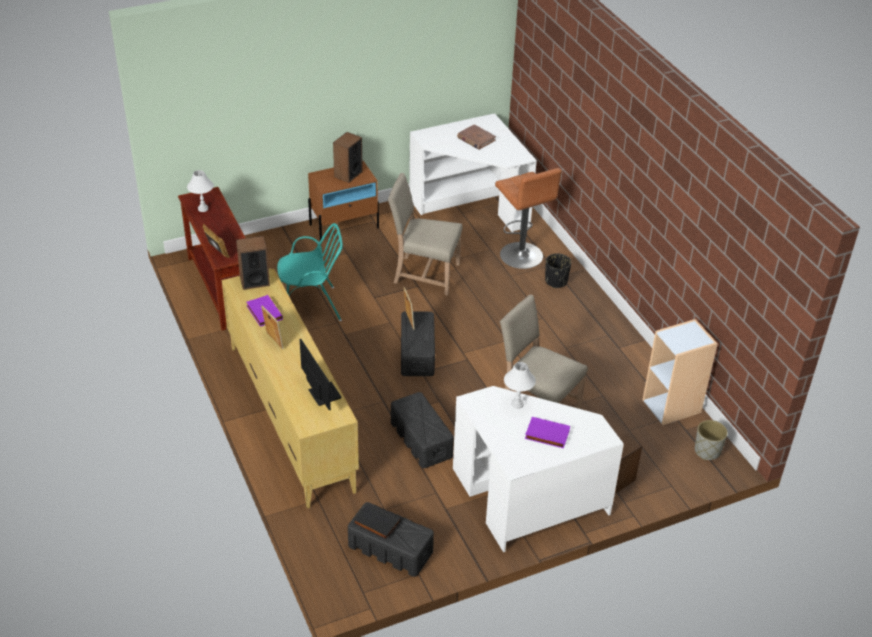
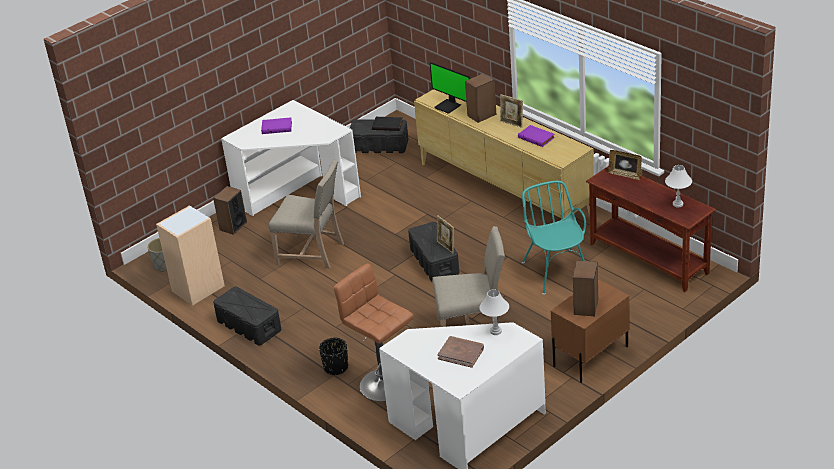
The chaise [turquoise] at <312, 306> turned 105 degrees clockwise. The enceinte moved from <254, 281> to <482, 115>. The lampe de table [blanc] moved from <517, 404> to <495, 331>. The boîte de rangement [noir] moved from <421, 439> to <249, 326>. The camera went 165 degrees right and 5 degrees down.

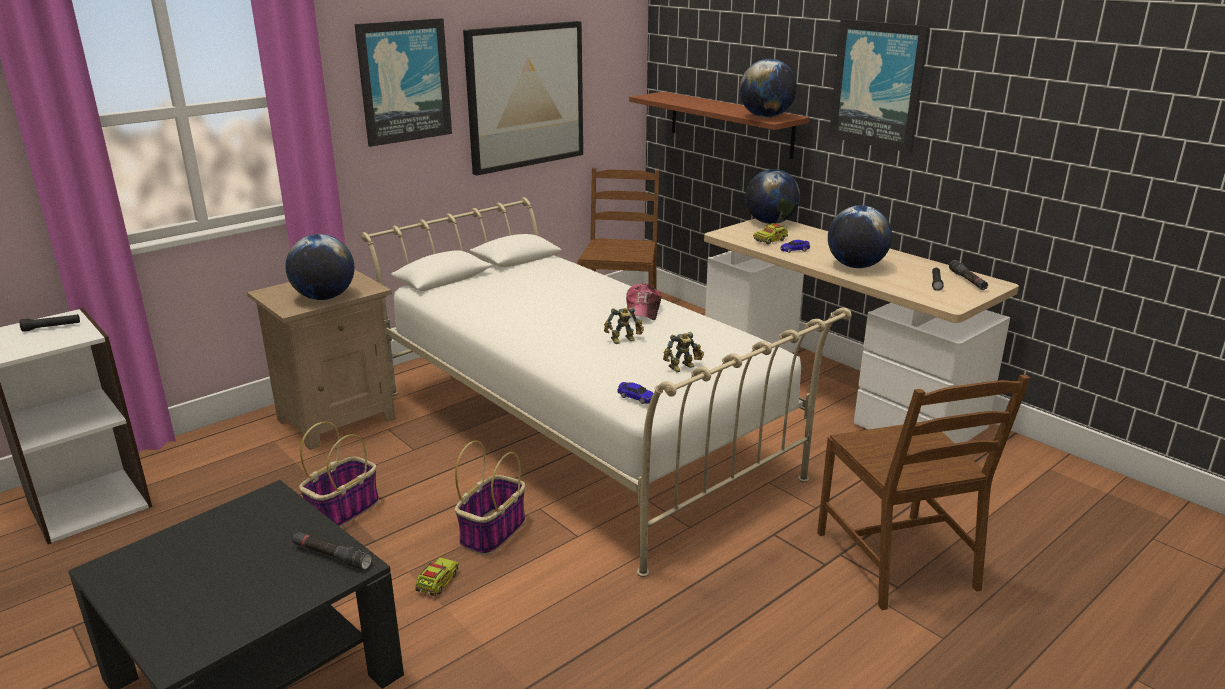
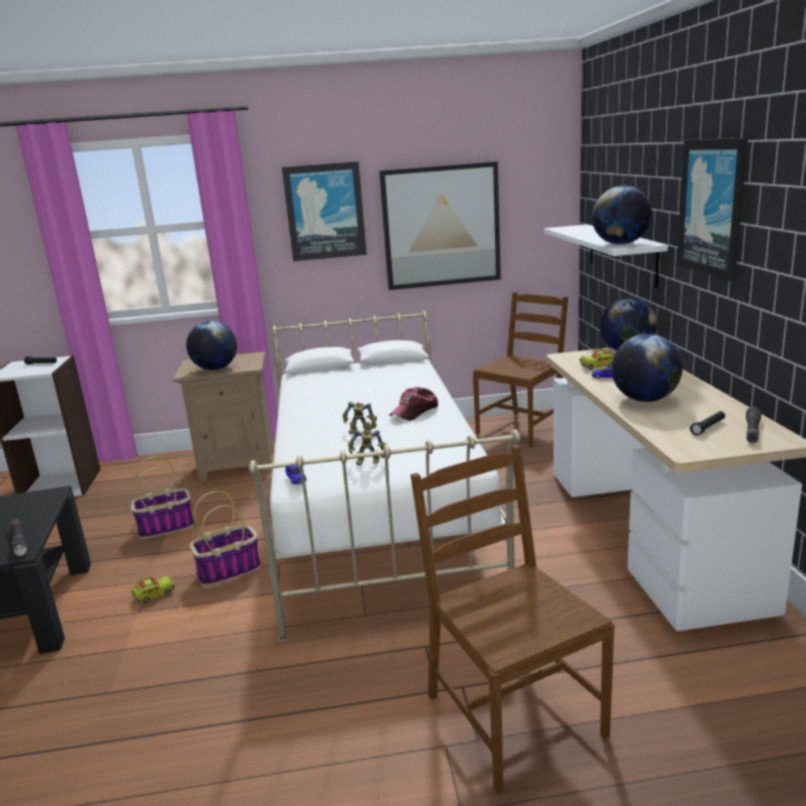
The étagère [marron] at <730, 124> became the étagère [blanc] at <621, 254>. The chaise [marron] at <898, 560> turned 135 degrees clockwise. The camera went 35 degrees right and 5 degrees down.

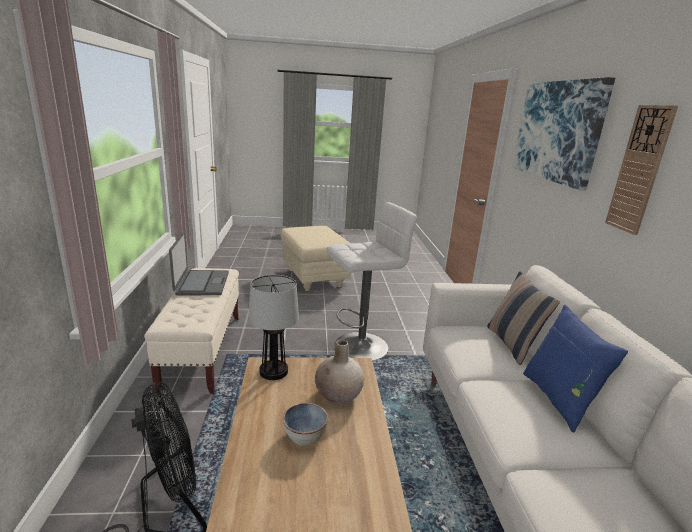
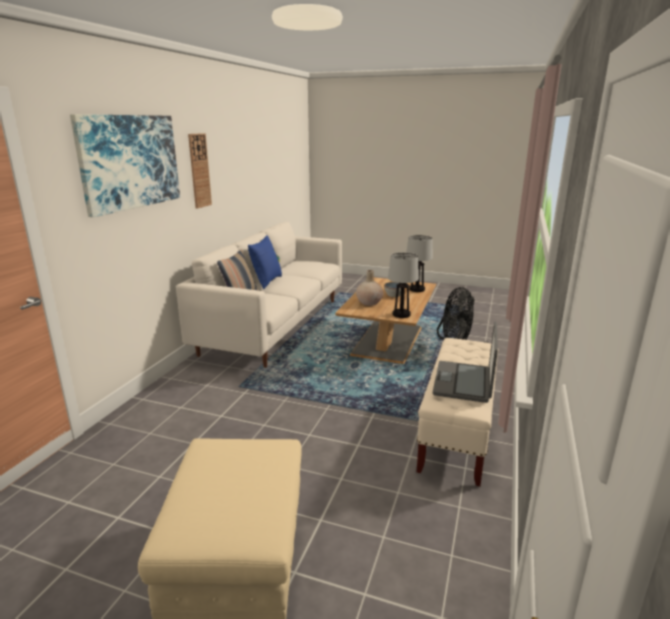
The tabouret [blanc] at <362, 346> disappeared. The lampe de table at <417, 289> appeared. The camera went 155 degrees left and 0 degrees up.

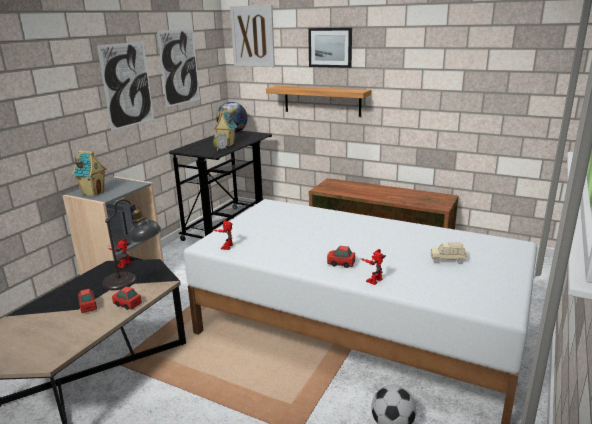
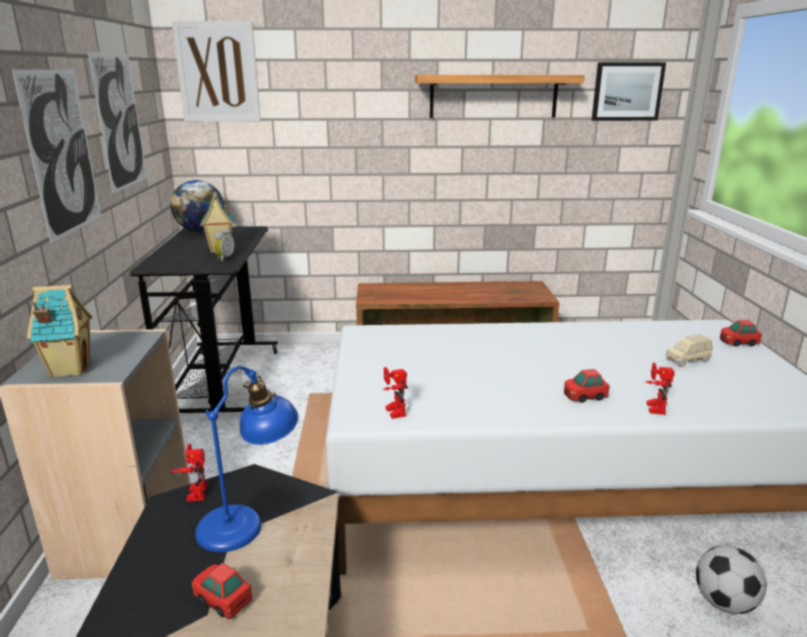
The tableau moved from <330, 47> to <627, 91>. The étagère moved from <322, 100> to <493, 96>. The lampe de table [gris] at <134, 278> became the lampe de table [bleu] at <250, 513>. The petite voiture moved from <127, 304> to <738, 342>. The camera went 30 degrees left and 0 degrees up.

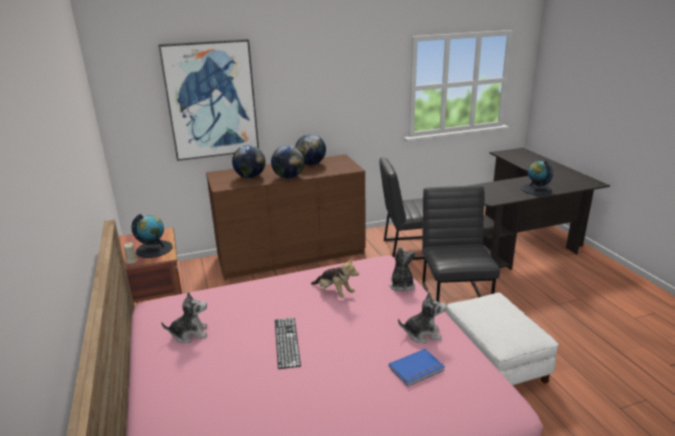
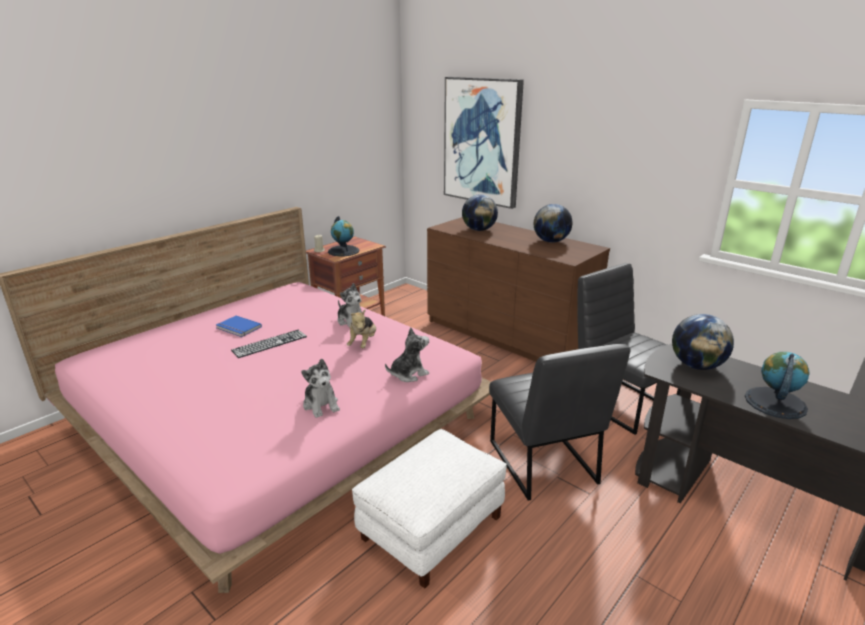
The globe moved from <288, 177> to <696, 365>. The chaise [gris] at <454, 297> turned 105 degrees clockwise. The peluche moved from <190, 334> to <351, 321>. The livre [bleu] moved from <417, 369> to <238, 328>. The camera went 60 degrees right and 0 degrees up.

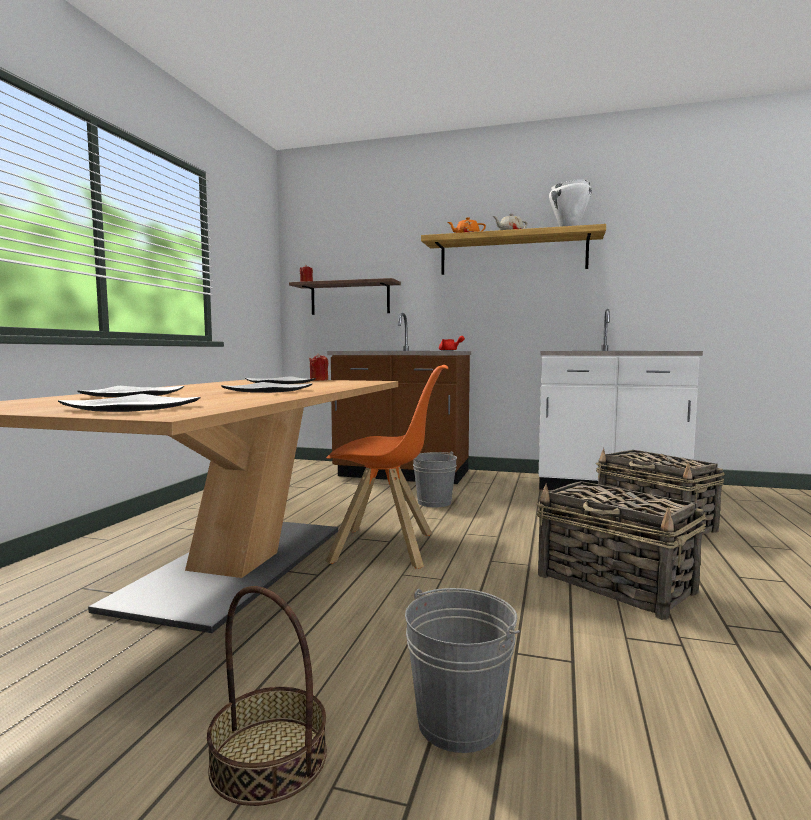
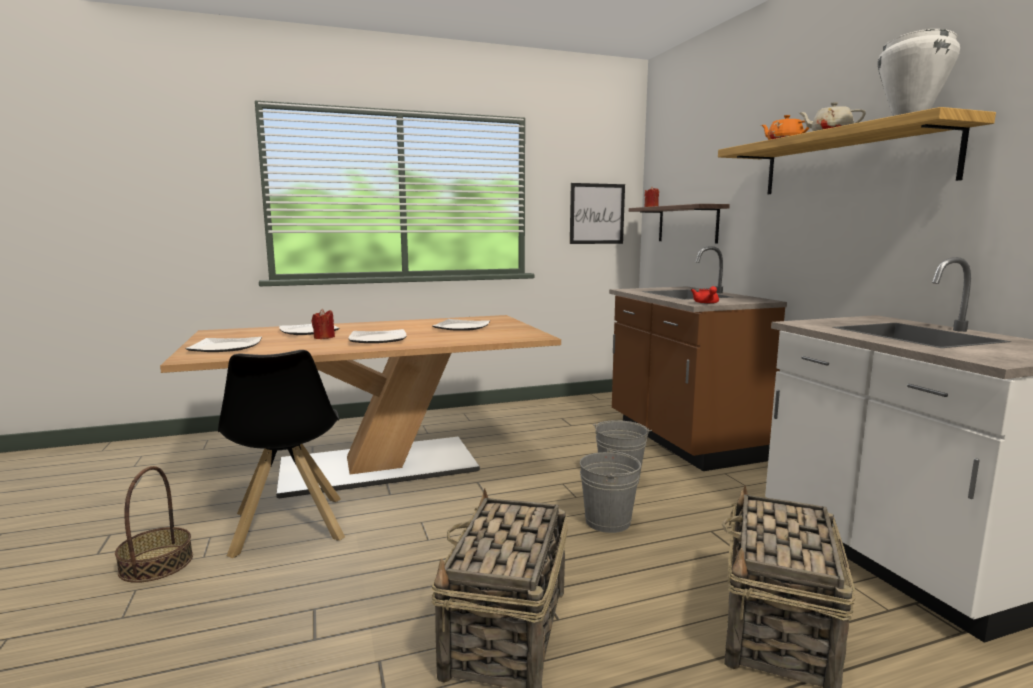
The bougie [rouge] moved from <319, 380> to <324, 337>. The chaise [orange] at <386, 548> disappeared. The seau [gris] moved from <459, 722> to <608, 521>. The tableau at <597, 214> appeared. The chaise [noir] at <288, 527> appeared. The camera went 55 degrees right and 5 degrees up.

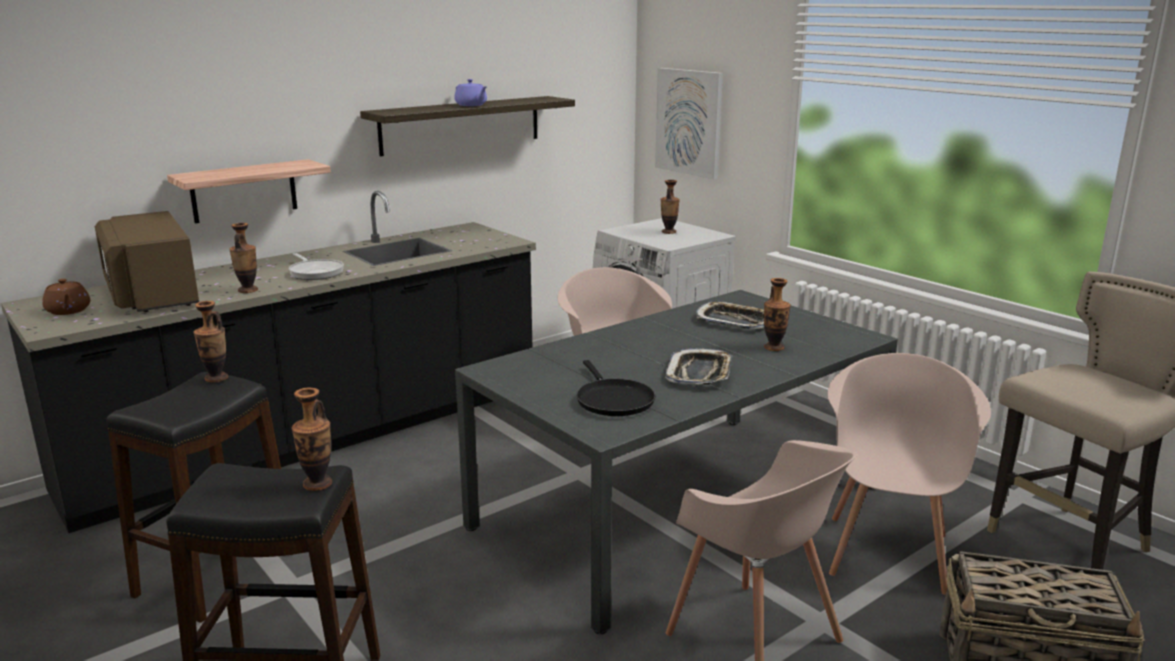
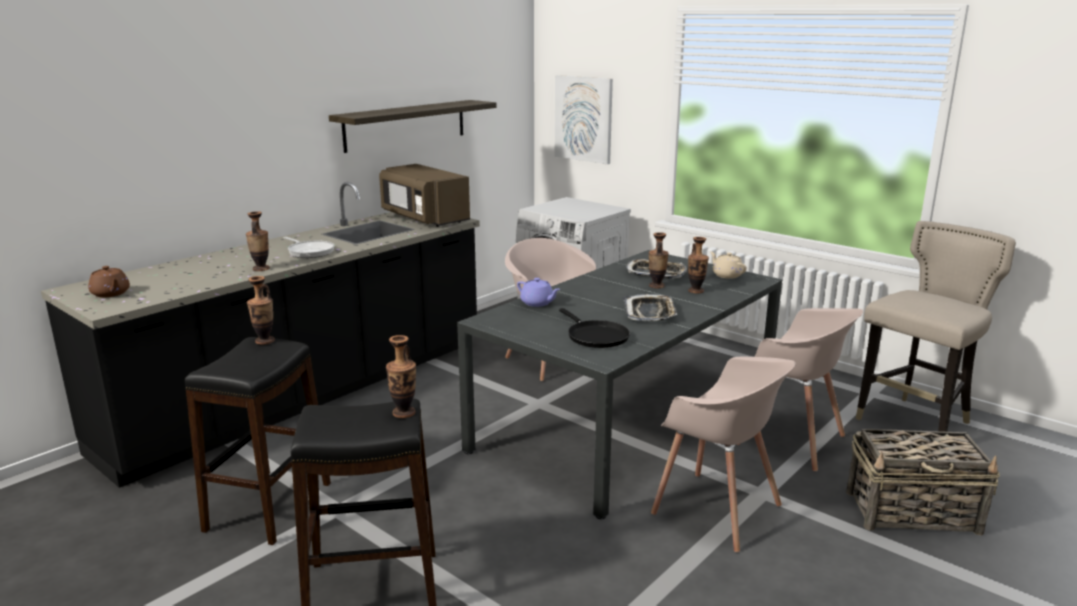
The théière [violet] moved from <471, 105> to <537, 303>. The étagère at <244, 191> disappeared. The vase moved from <669, 232> to <656, 286>. The micro-ondes [marron] moved from <151, 295> to <424, 218>. The chaise [beige] at <887, 553> turned 120 degrees clockwise. The théière [beige] at <726, 275> appeared. The camera went 10 degrees left and 0 degrees up.

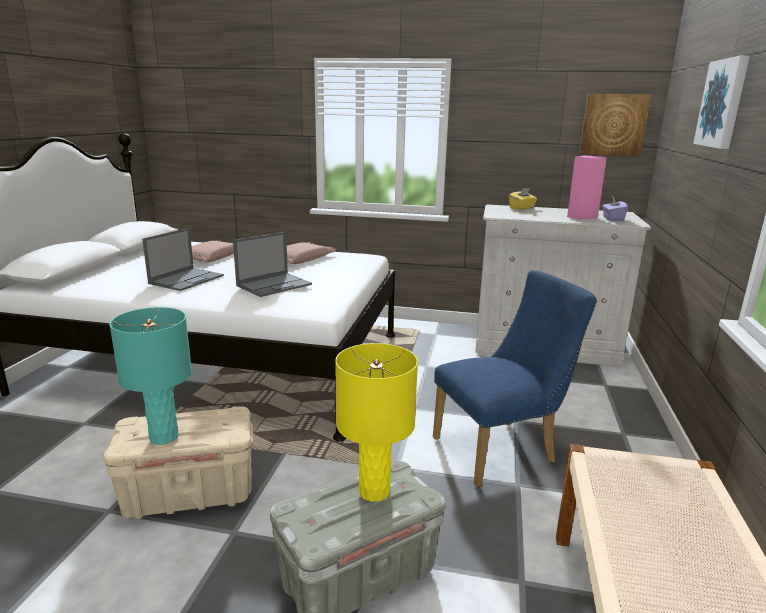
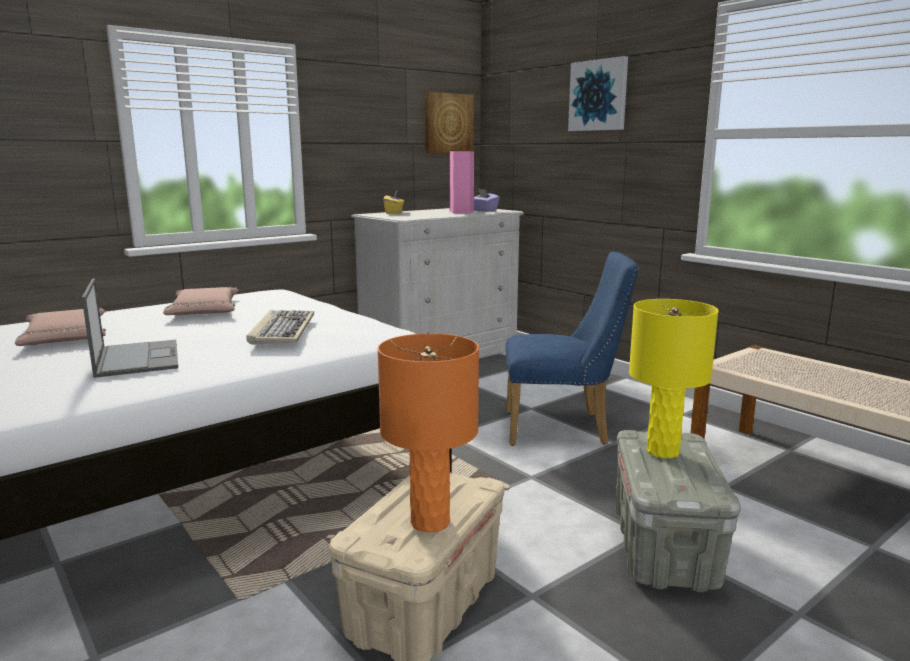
The ordinateur portable at <274, 285> was replaced by the clavier at <282, 330>. The chaise [bleu] at <501, 450> turned 75 degrees clockwise. The lampe de table [turquoise] at <164, 437> became the lampe de table [orange] at <430, 522>. The camera went 50 degrees left and 5 degrees down.

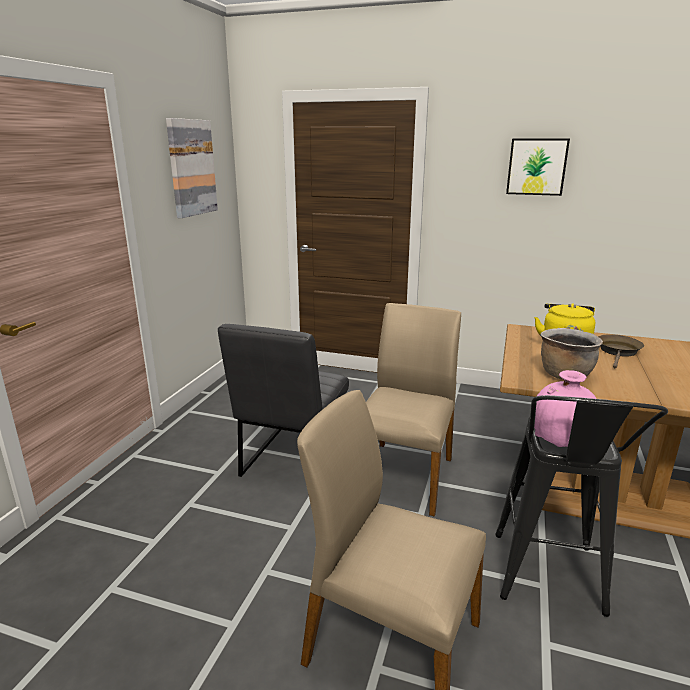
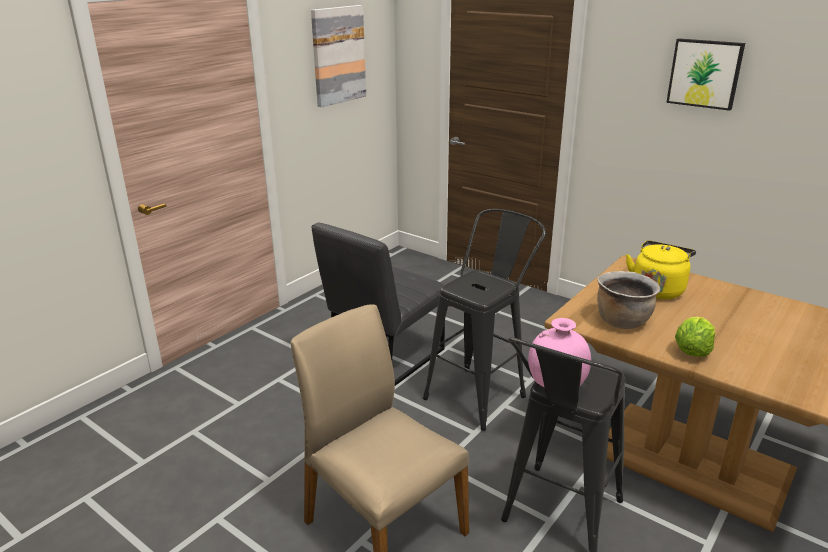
The chaise [beige] at <403, 475> was replaced by the tabouret [noir] at <481, 393>. The poêle [marron] at <618, 352> disappeared. The laitue at <692, 351> appeared. The camera went 20 degrees right and 5 degrees up.

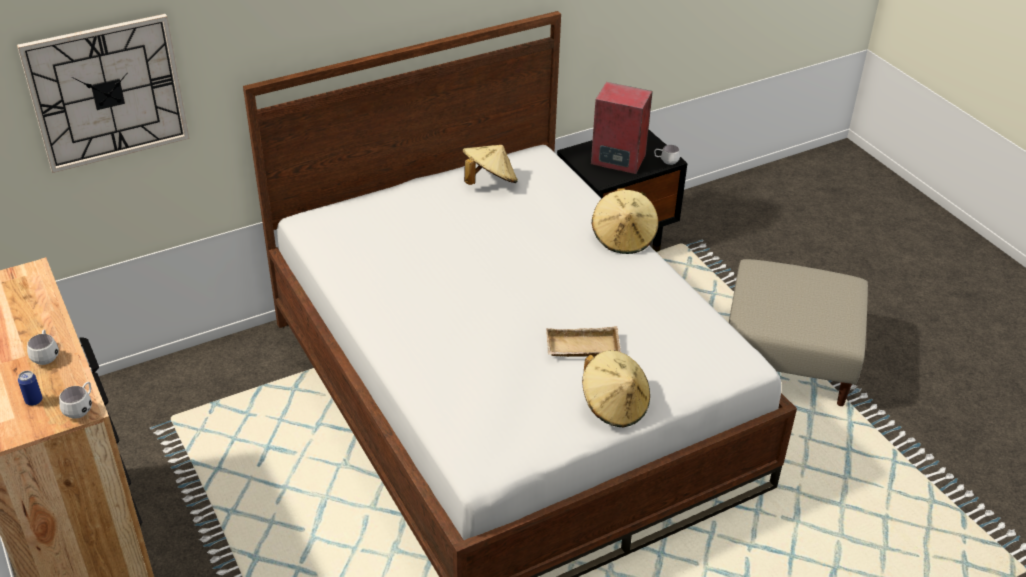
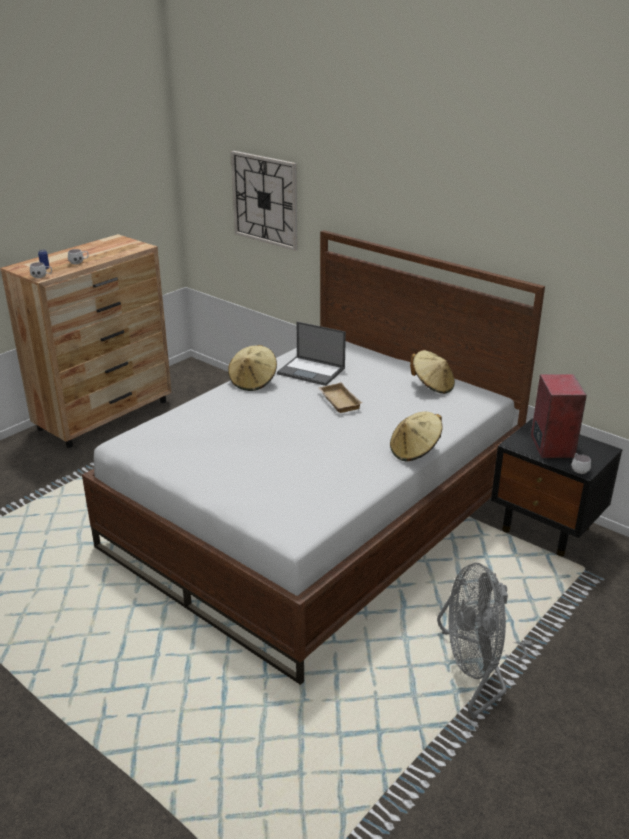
The pouf [beige] at <788, 359> was replaced by the ventilateur [gris] at <479, 667>. The plateau [beige] moved from <581, 348> to <338, 401>. The chapeau [beige] moved from <614, 405> to <253, 382>. The ordinateur portable at <312, 371> appeared. The camera went 70 degrees right and 10 degrees down.

